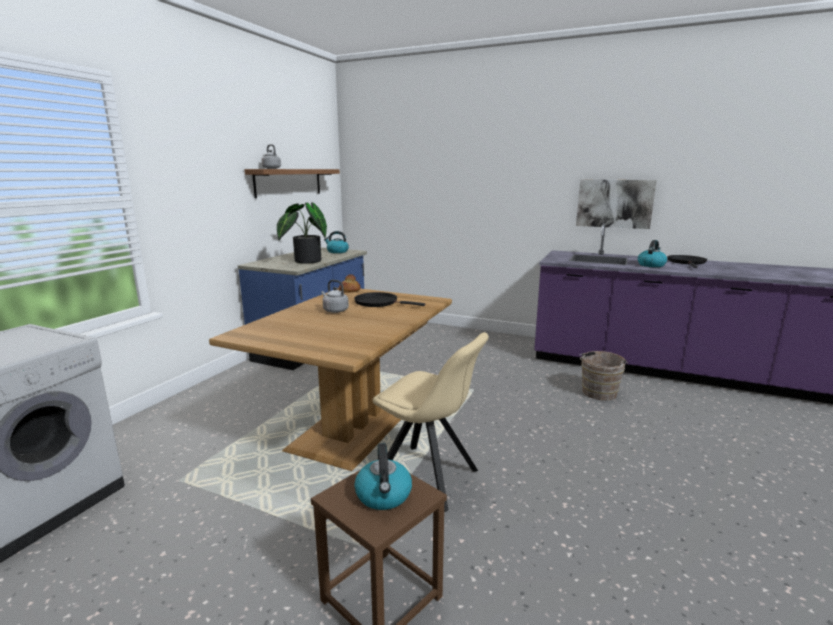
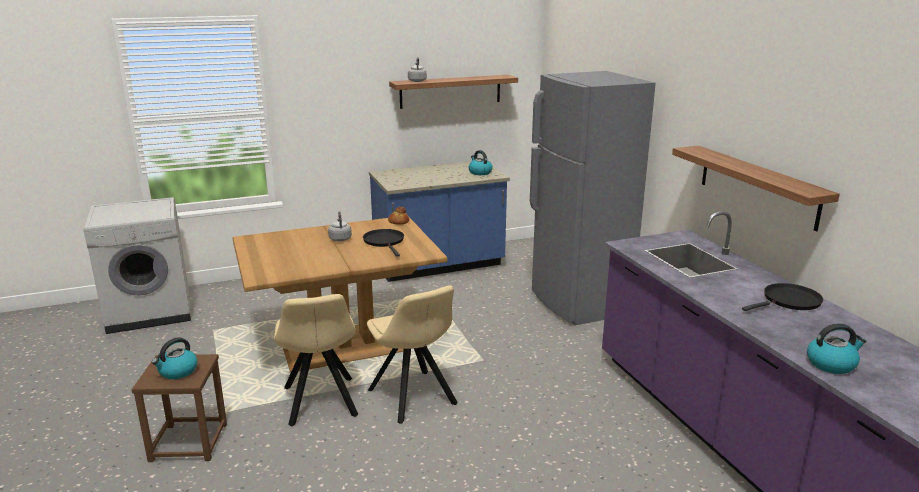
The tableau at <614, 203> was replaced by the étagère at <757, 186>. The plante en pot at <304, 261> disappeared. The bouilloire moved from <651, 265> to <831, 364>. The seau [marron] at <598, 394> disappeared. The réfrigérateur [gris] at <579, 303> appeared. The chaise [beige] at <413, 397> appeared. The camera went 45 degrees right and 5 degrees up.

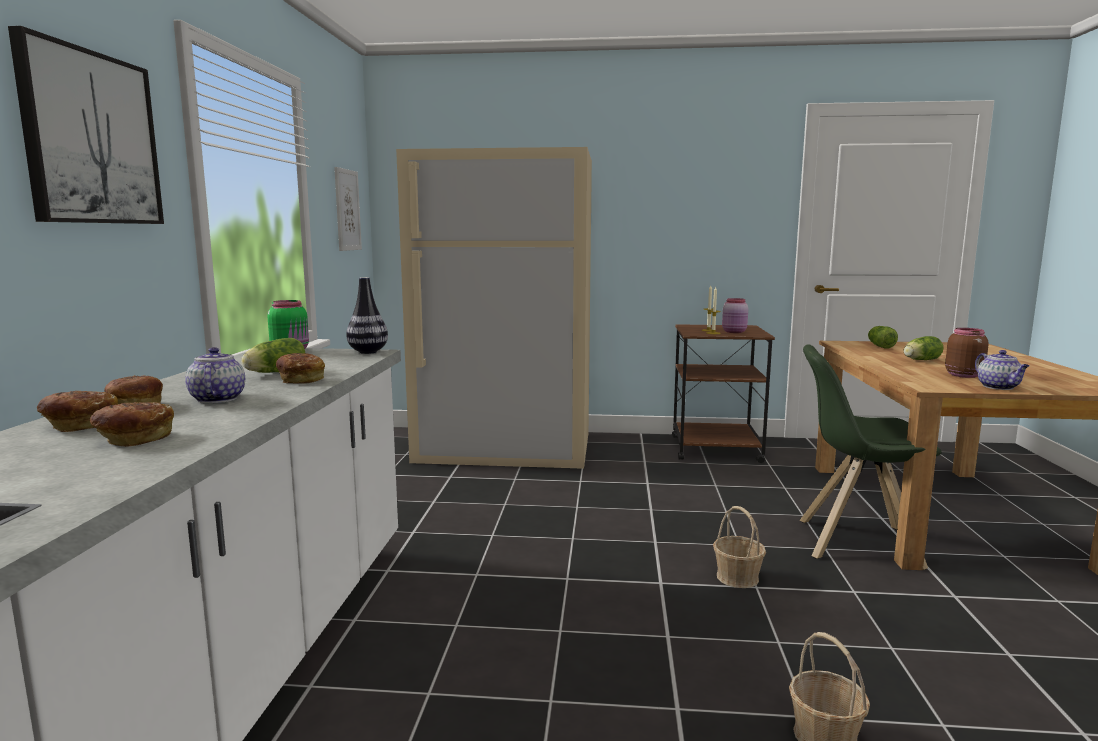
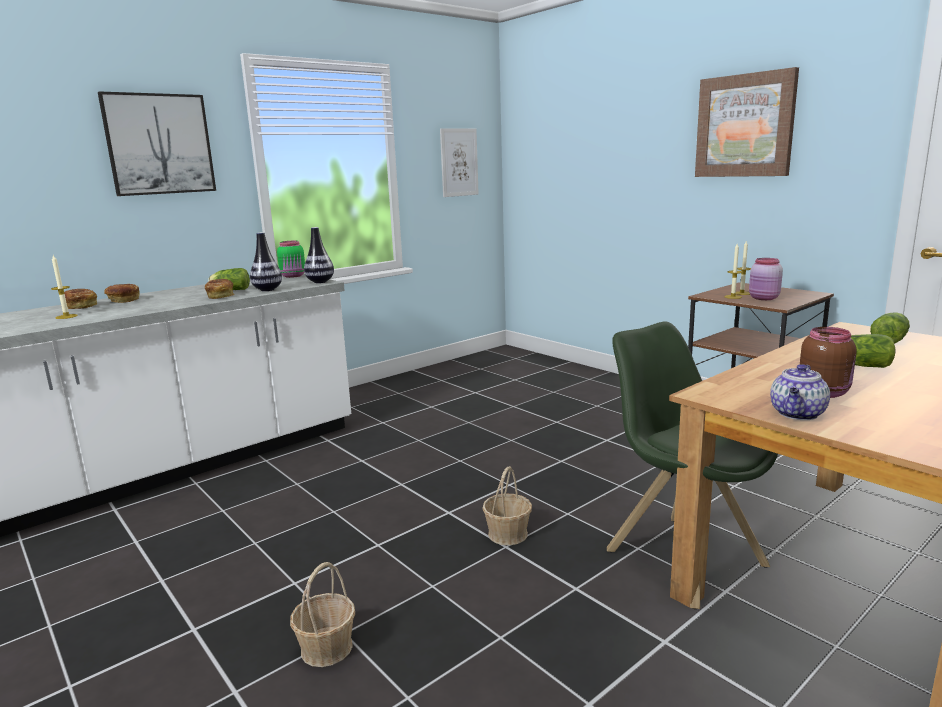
The réfrigérateur [beige] at <505, 447> disappeared. The théière at <217, 399> disappeared. The pain at <134, 439> was replaced by the bougie at <66, 316>. The tableau at <745, 126> appeared. The vase at <267, 290> appeared. The camera went 45 degrees right and 5 degrees up.

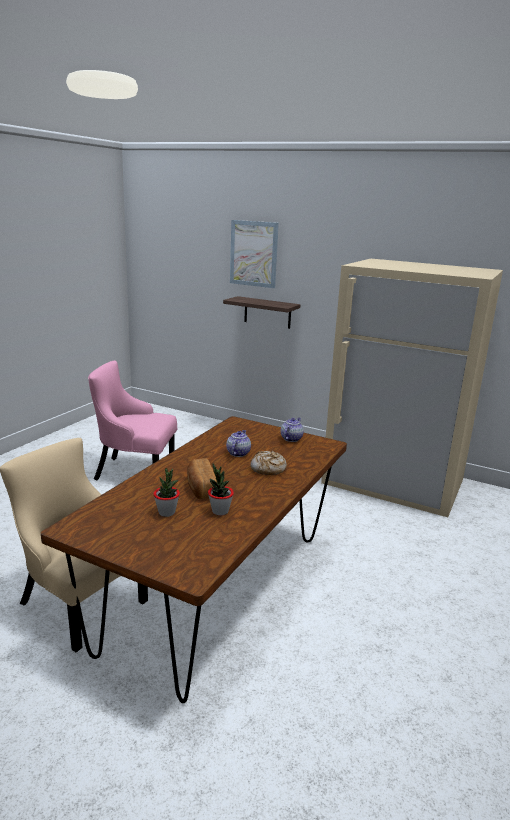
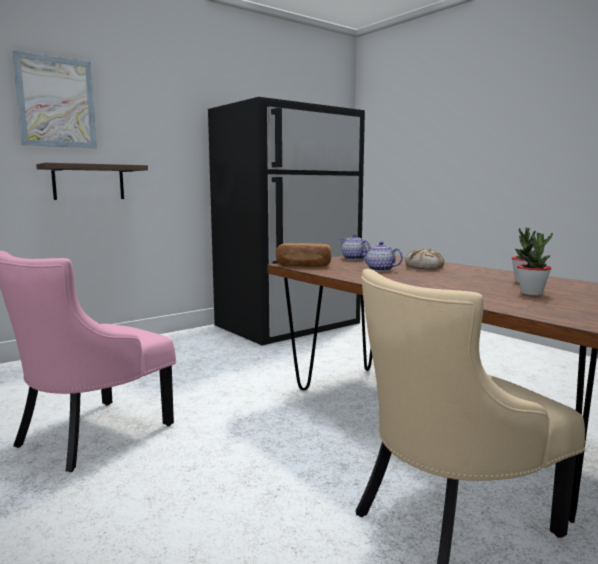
The réfrigérateur [beige] at <393, 482> became the réfrigérateur [noir] at <288, 324>. The pain moved from <200, 488> to <303, 265>. The camera went 65 degrees left and 10 degrees down.

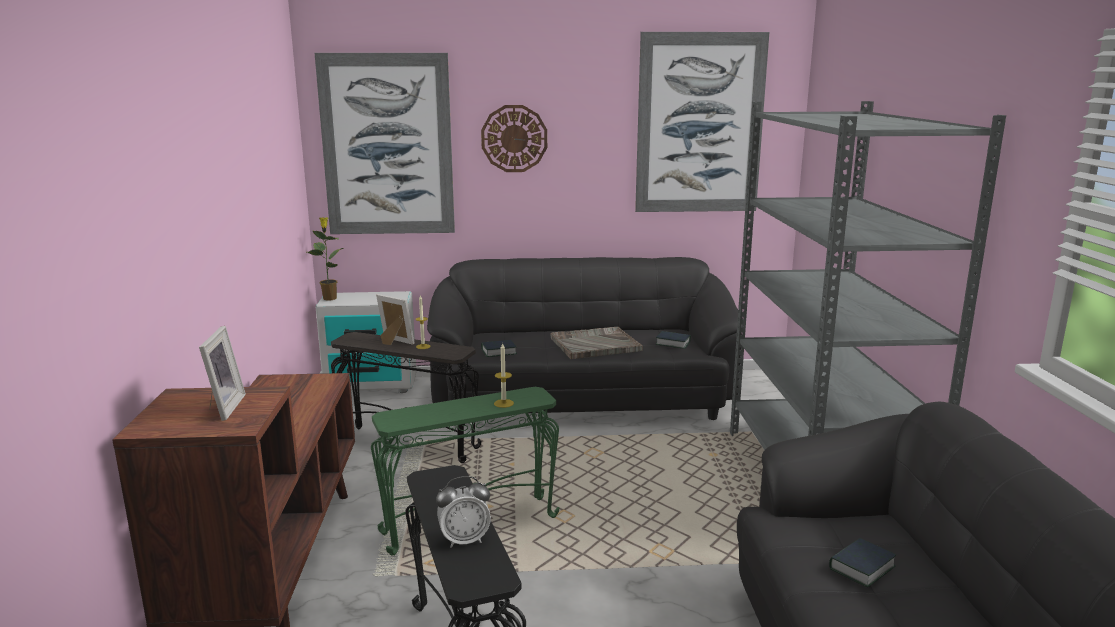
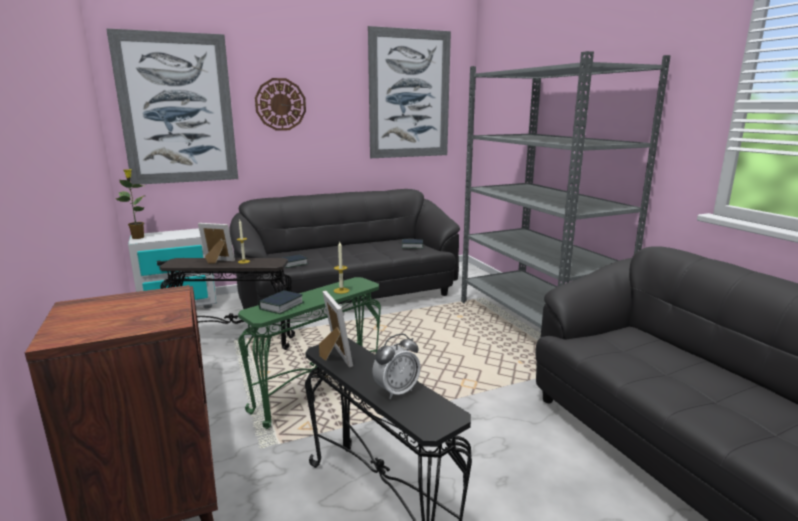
The cadre photo moved from <221, 408> to <333, 357>. The plateau [gris] at <594, 344> disappeared. The livre moved from <861, 568> to <281, 306>. The camera went 20 degrees left and 0 degrees up.

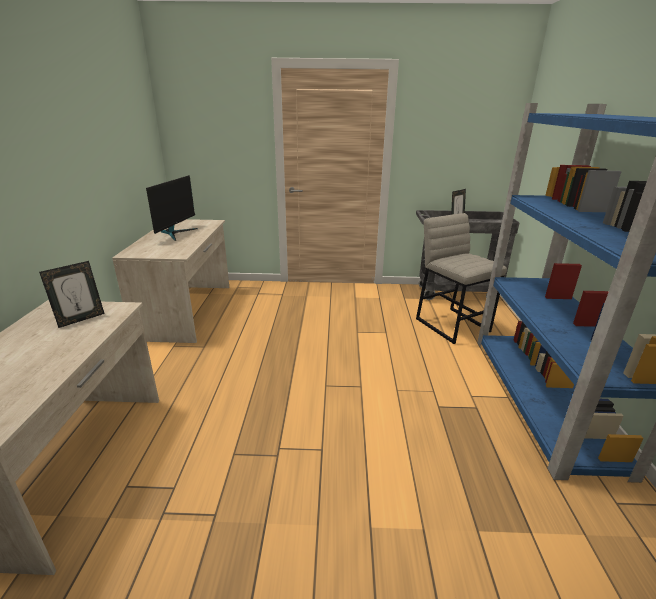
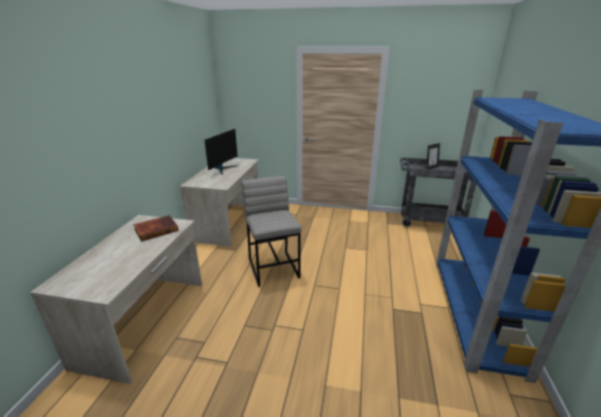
The chaise [gris] moved from <451, 324> to <273, 267>. The cadre photo at <81, 319> was replaced by the livre at <156, 229>. The camera went 10 degrees right and 0 degrees up.

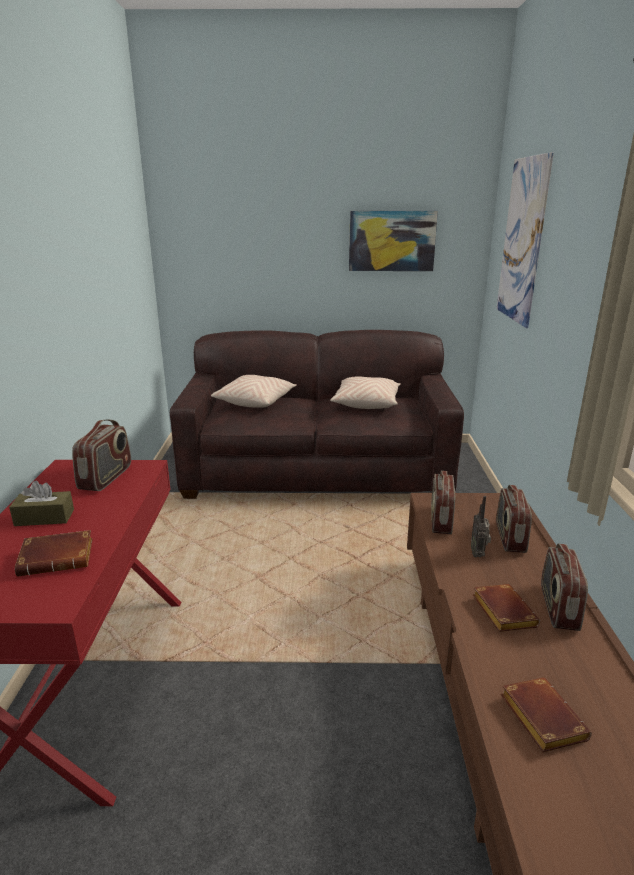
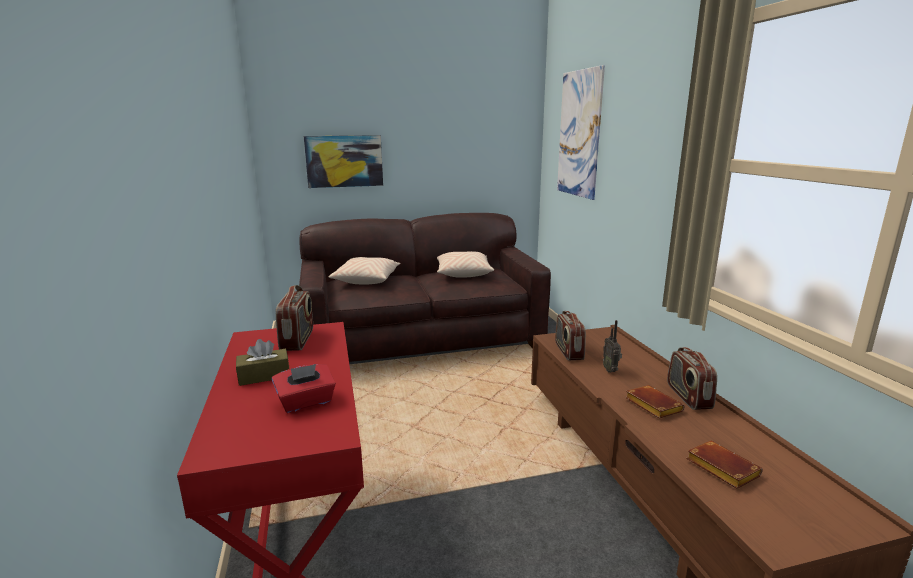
The tableau moved from <392, 241> to <344, 161>. The radio at <509, 537> disappeared. The livre [marron] at <59, 558> was replaced by the boîte à mouchoirs [rouge] at <306, 402>. The camera went 15 degrees left and 5 degrees down.

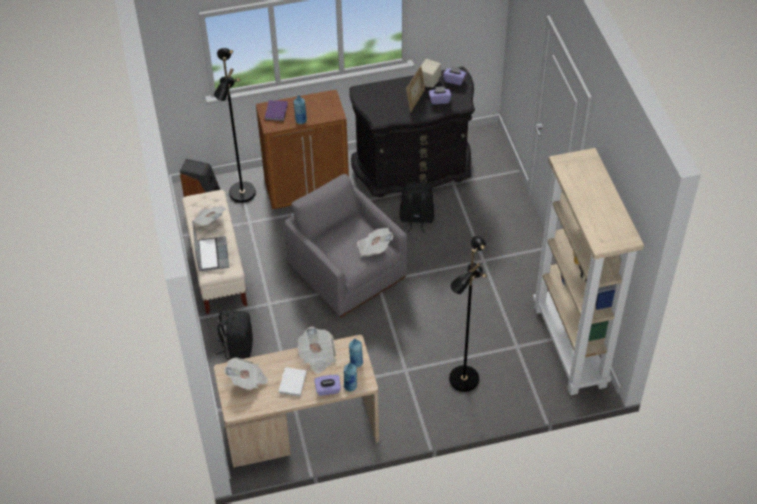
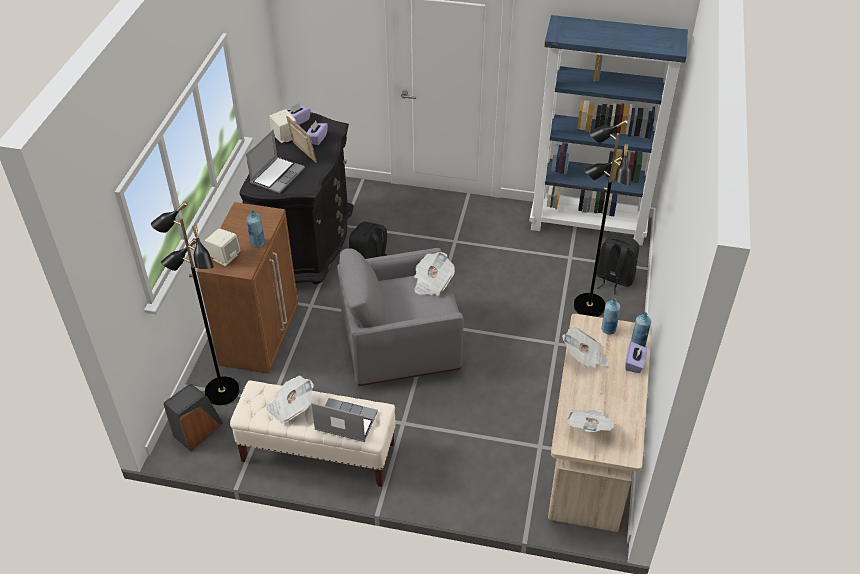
The livre [violet] at <276, 111> was replaced by the enceinte [beige] at <225, 257>. The bibliothèque [beige] at <570, 346> became the bibliothèque [bleu] at <588, 225>. The sac à dos [noir] moved from <237, 348> to <613, 279>. The livre [blanc] at <292, 383> disappeared. The ordinateur portable at <277, 175> appeared. The camera went 65 degrees left and 5 degrees down.

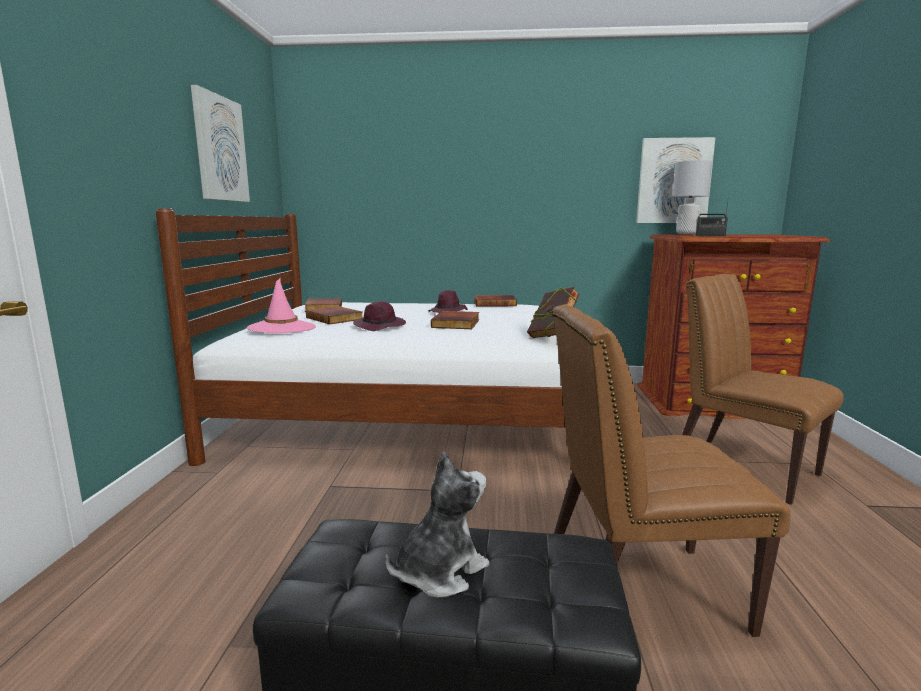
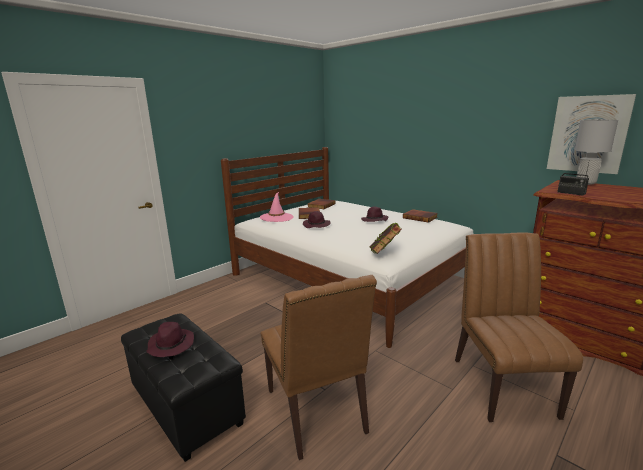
The tableau at <220, 149> disappeared. The chaise [marron] at <642, 591> turned 150 degrees counterclockwise. The livre at <457, 323> disappeared. The peluche at <439, 571> was replaced by the chapeau [violet] at <170, 345>. The camera went 40 degrees right and 5 degrees up.

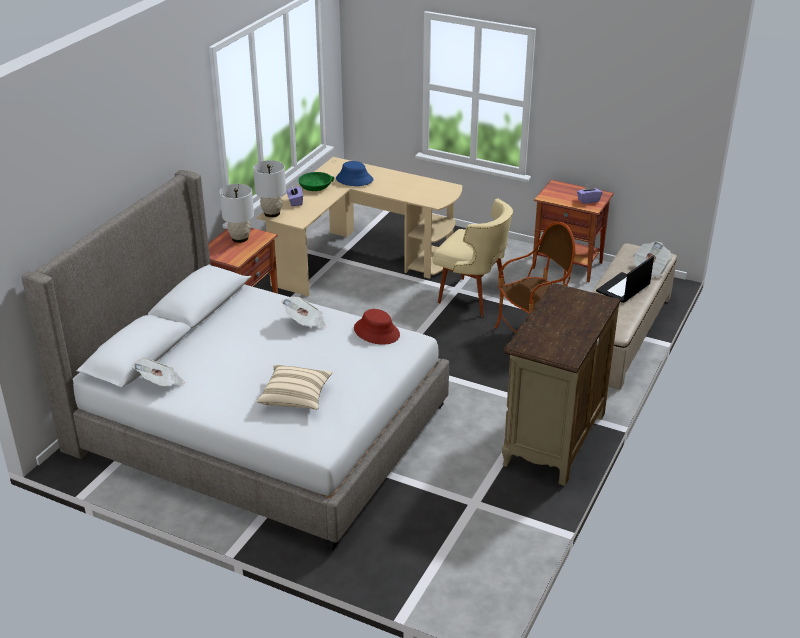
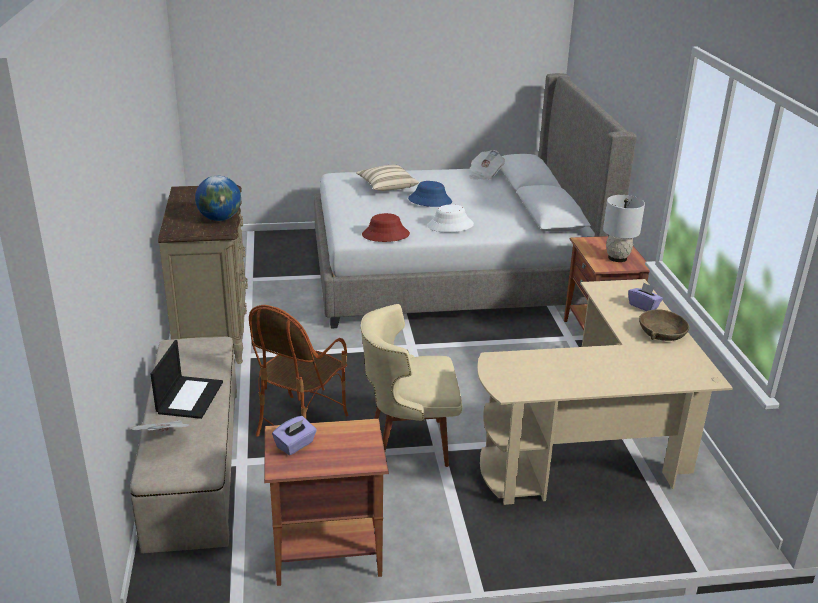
The lampe de table [blanc] at <272, 213> disappeared. The chapeau [bleu] moved from <354, 179> to <430, 200>. The bol [vert] at <315, 186> became the bol [marron] at <662, 333>. The journal at <305, 323> was replaced by the chapeau [blanc] at <450, 225>. The globe at <220, 219> appeared. The camera went 145 degrees right and 5 degrees down.

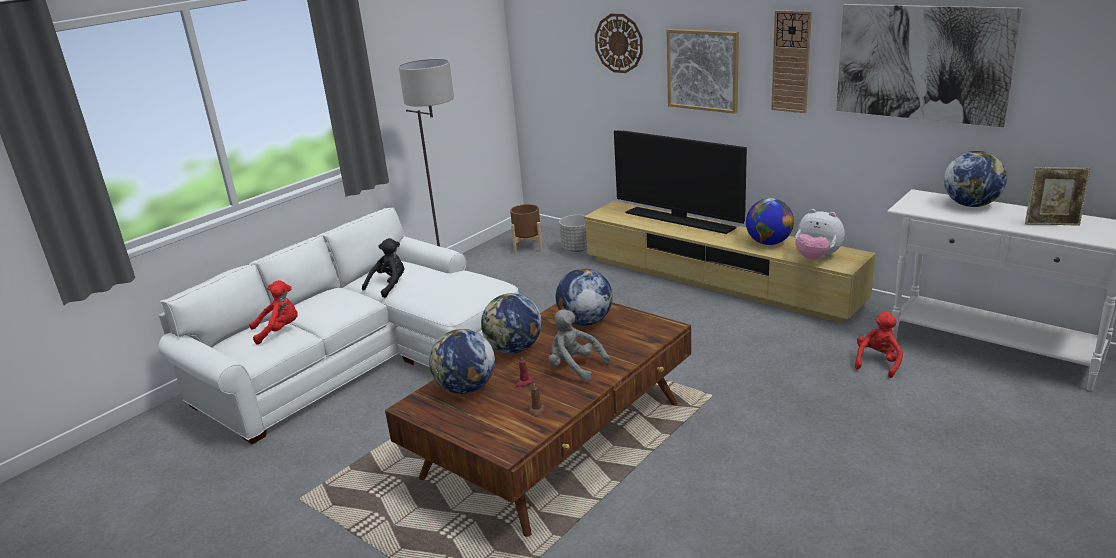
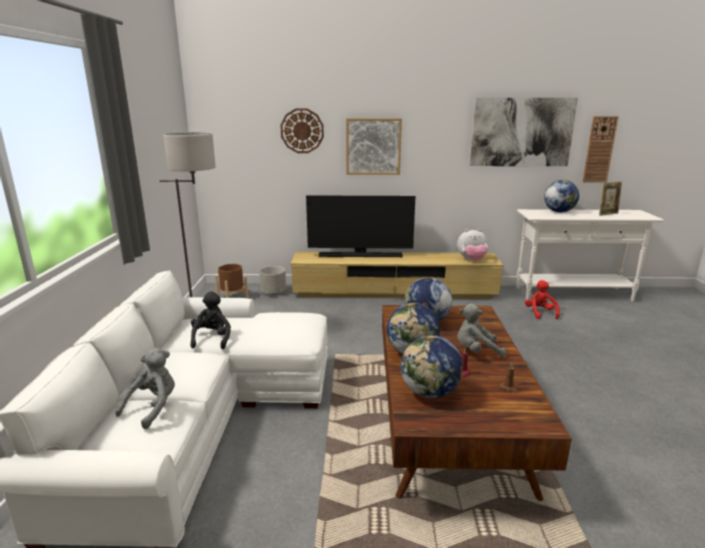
The horloge murale moved from <791, 62> to <599, 149>. The globe at <769, 243> disappeared. The peluche [rouge] at <279, 331> became the peluche [gris] at <153, 407>. The camera went 40 degrees left and 5 degrees down.

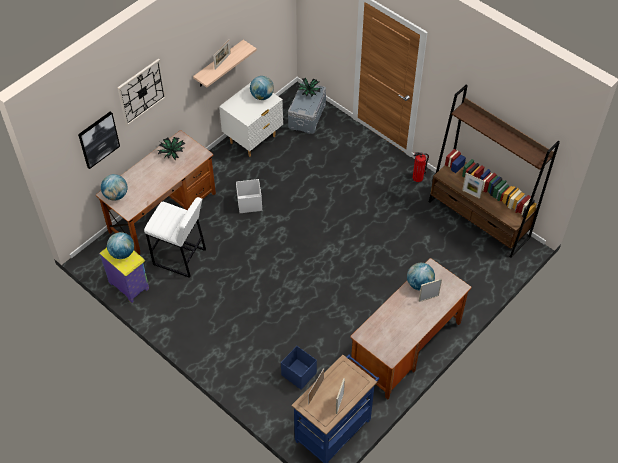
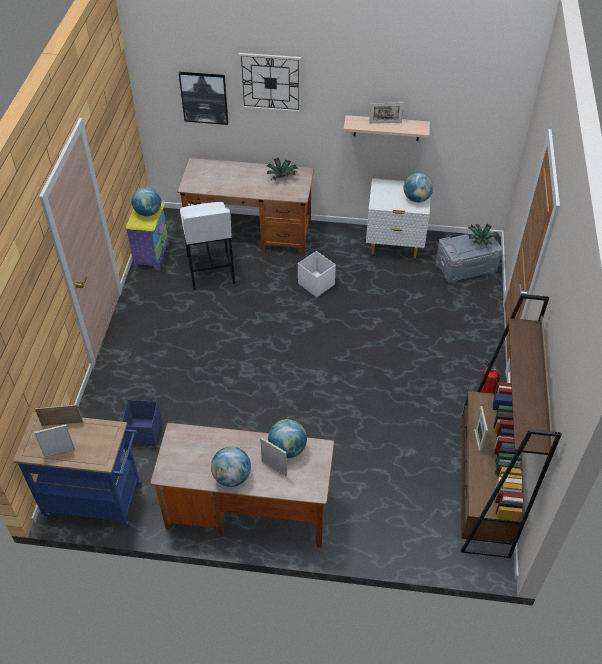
The globe moved from <116, 195> to <232, 477>. The camera went 55 degrees right and 5 degrees down.

